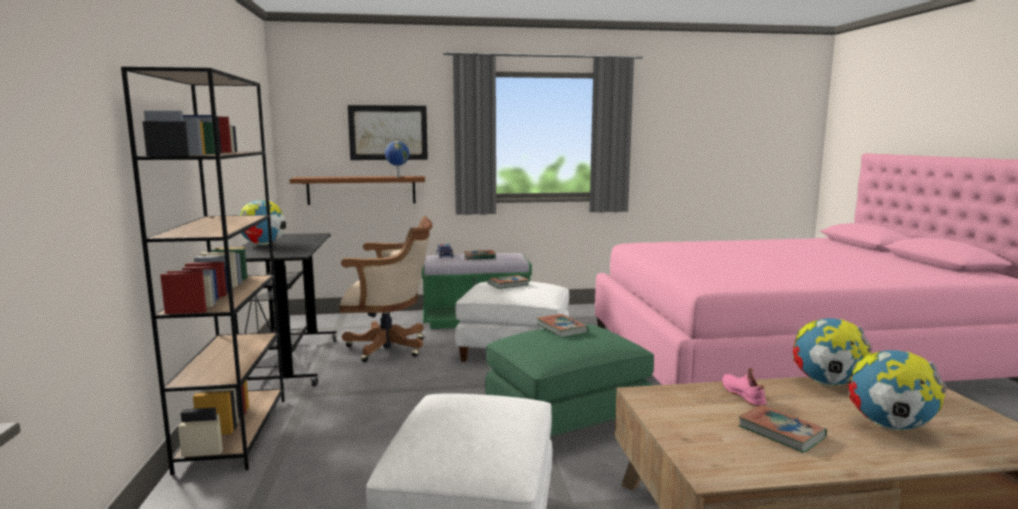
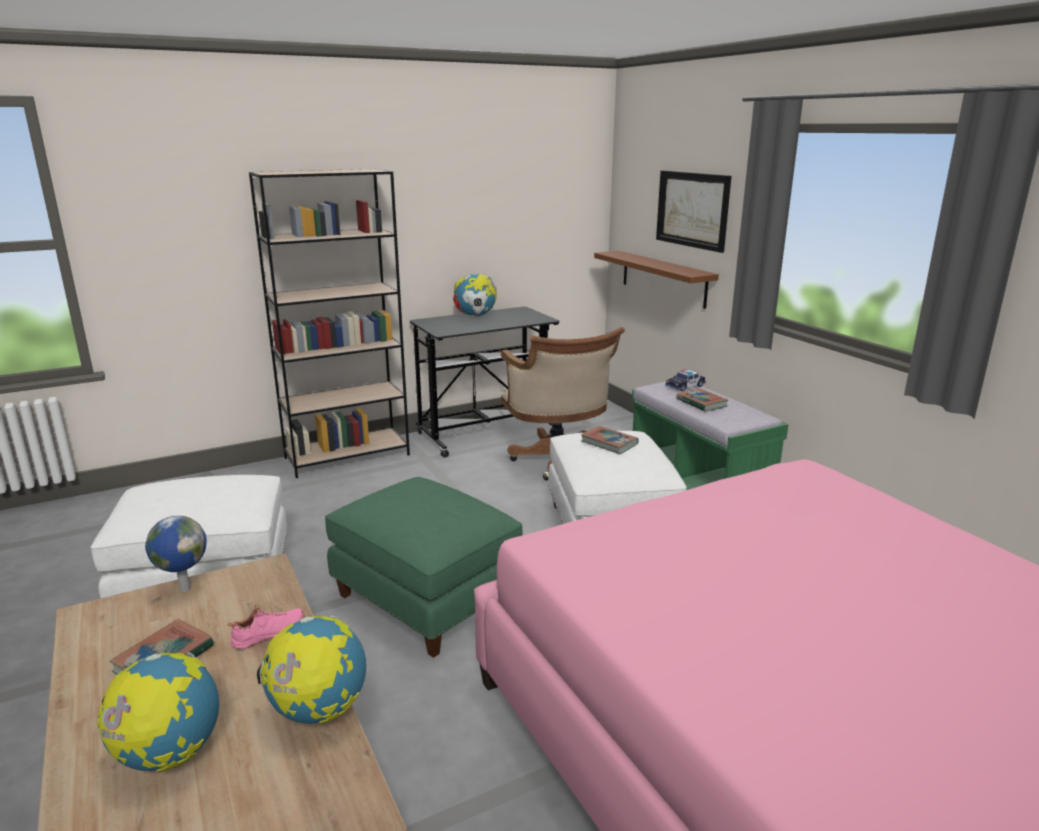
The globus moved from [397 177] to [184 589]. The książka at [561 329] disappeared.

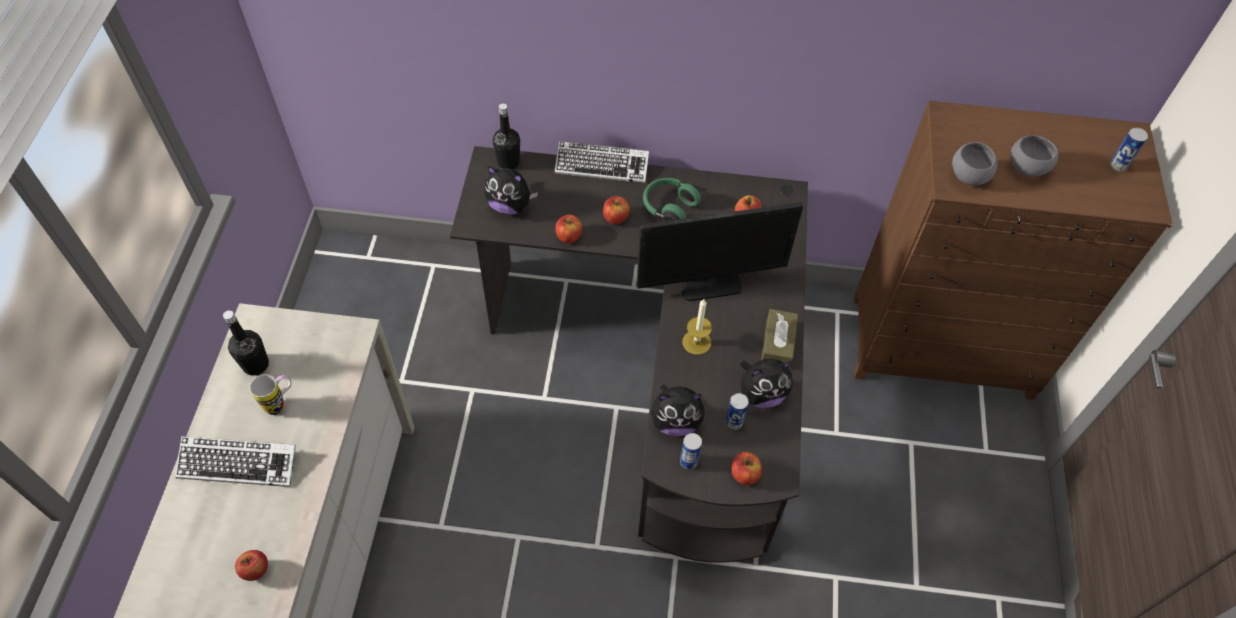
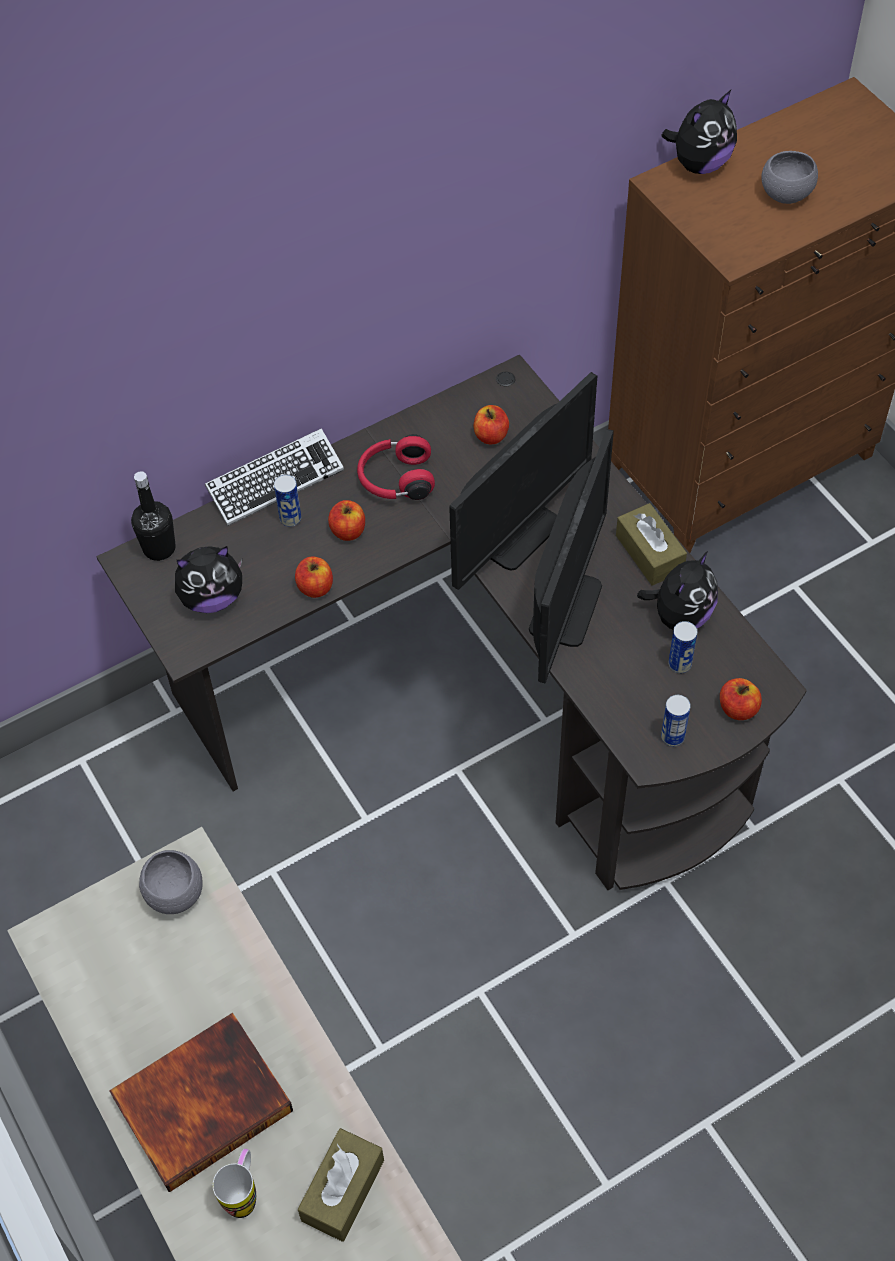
The klawiatura at [238 464] was replaced by the książka at [202 1100]. The miska/szary moved from [968 176] to [175 893]. The kubek moved from [280 403] to [244 1193]. The puszka moved from [1118 166] to [290 518]. The jabłko at [256 570] was replaced by the pudełko chusteczek/brązowy at [343 1190]. The słuchawki/zielony at [668 206] became the słuchawki/czerwony at [395 479]. The świeca at [696 342] was replaced by the monitor at [565 607]. The pluszak moved from [675 421] to [699 164]. The butelka/czarny at [256 365] disappeared.

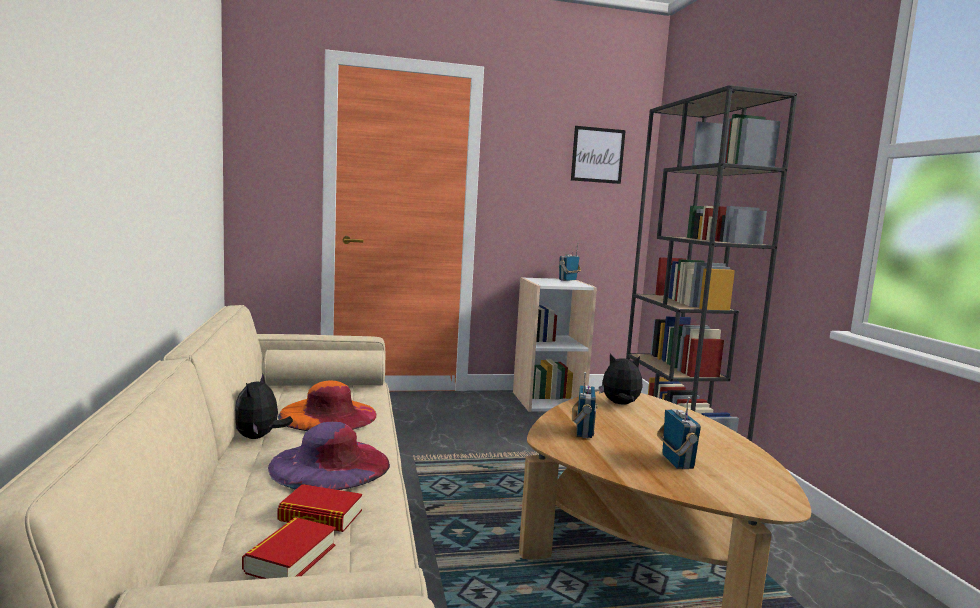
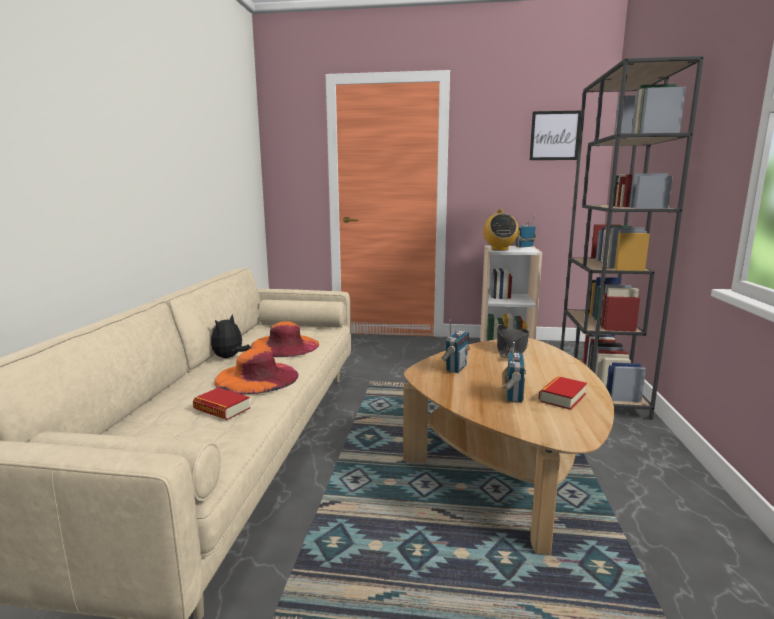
The kapelusz/fioletowy at [330 464] became the kapelusz/pomarańczowy at [256 377]. The radio at [499 249] appeared. The pluszak at [620 404] was replaced by the kapelusz/czarny at [511 349]. The książka moved from [290 558] to [562 397].

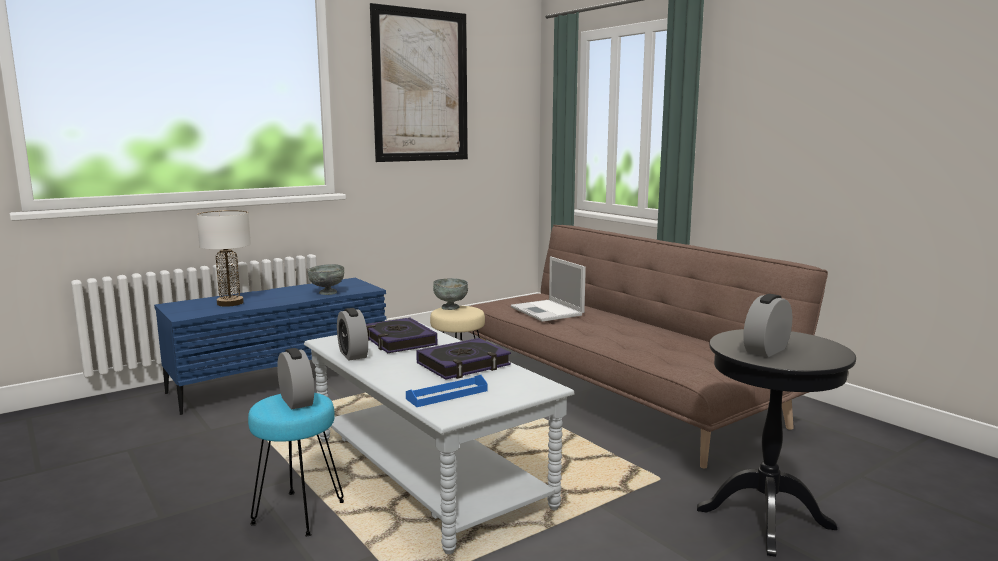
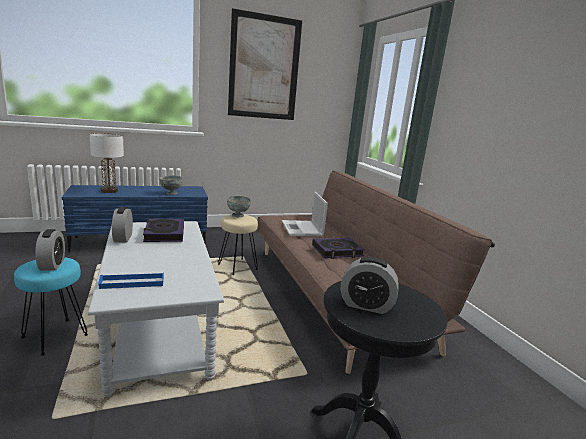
The książka moved from [463 365] to [337 251]. The budzik at [766 350] turned 135 degrees counterclockwise.

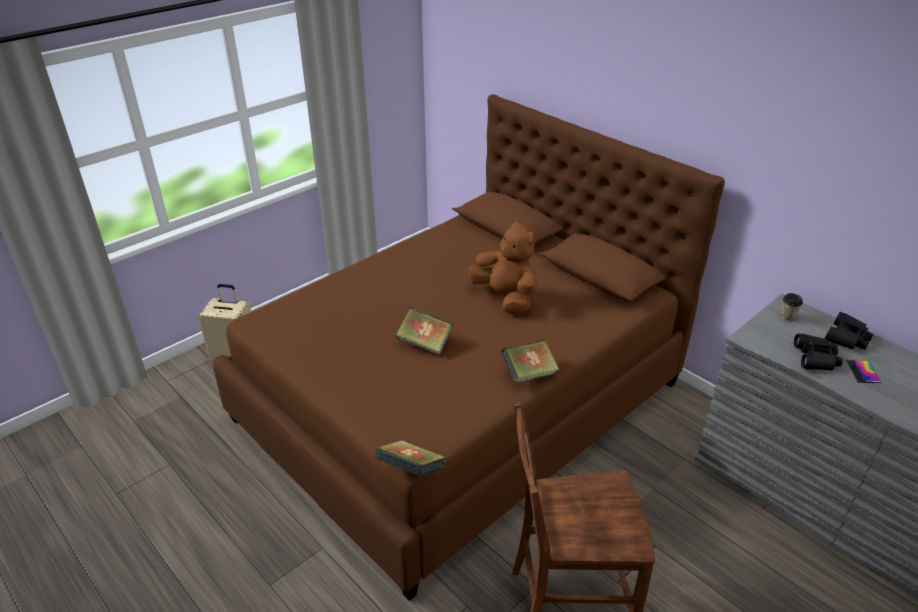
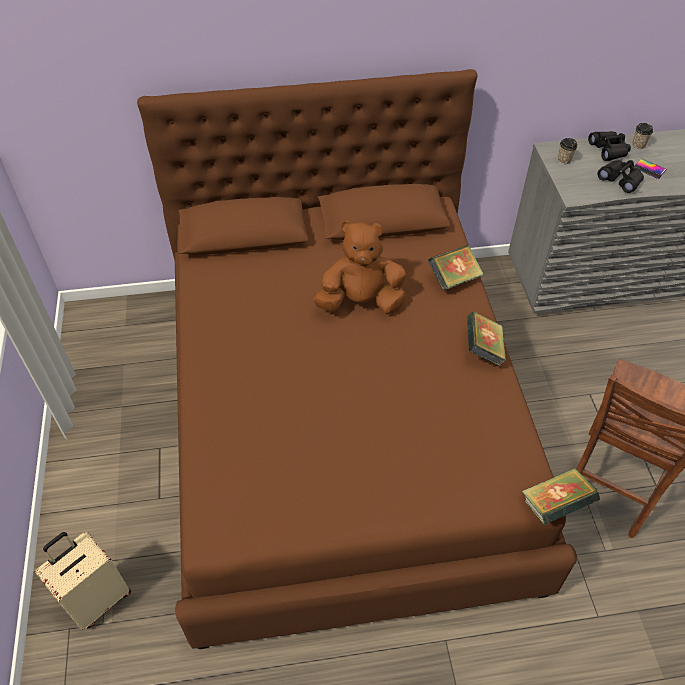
The książka moved from [424 343] to [454 279]. The filiżanka at [638 145] appeared.

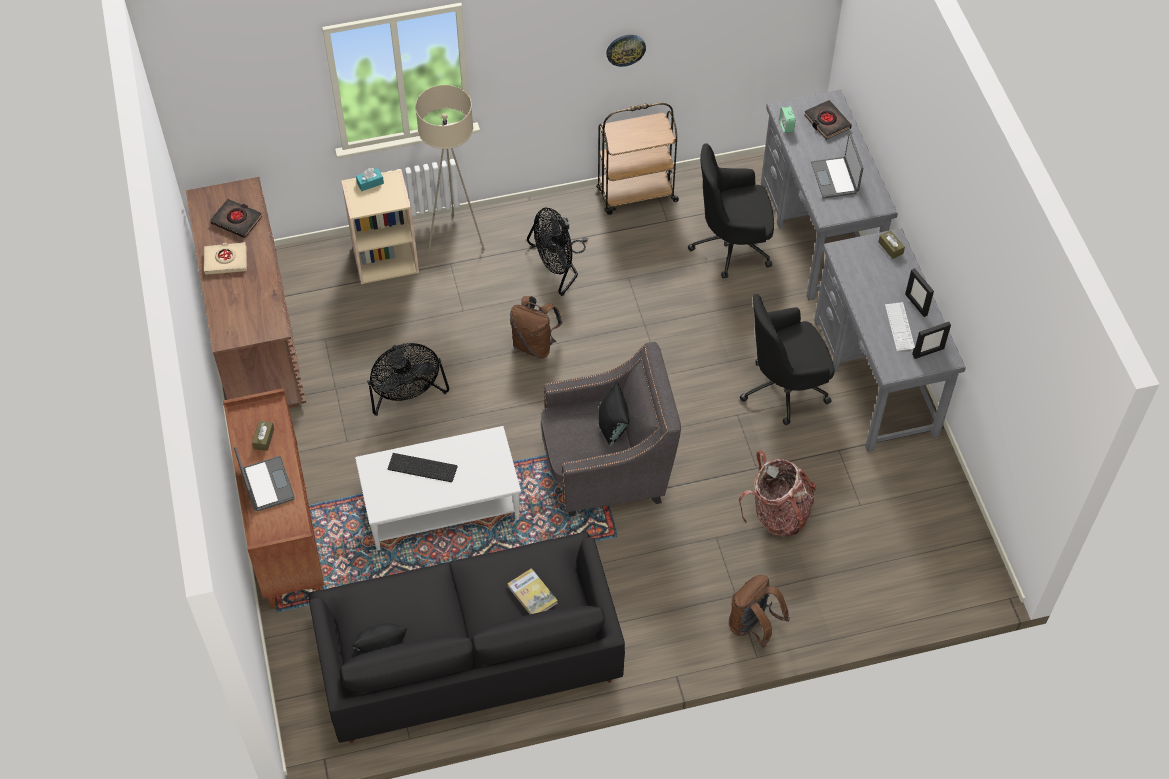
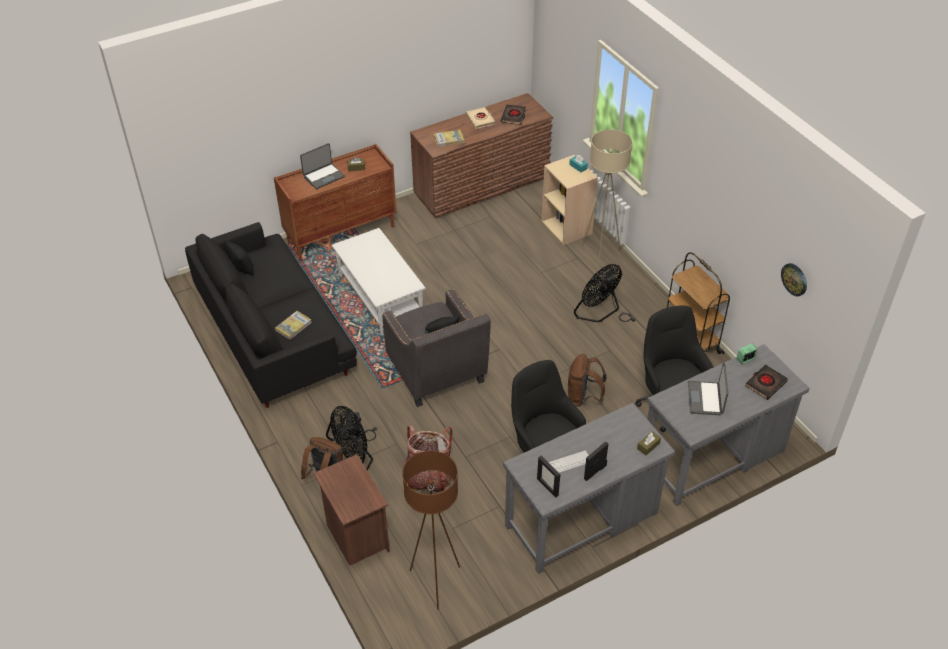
The szafka nocna/brązowy at [356 536] appeared. The wentylator/czarny moved from [403 393] to [355 452]. The lampa stojąca/brązowy at [435 583] appeared. The książka at [449 139] appeared. The plecak/brązowy moved from [535 345] to [583 397]. The laptop at [835 178] turned 60 degrees counterclockwise. The zegar ścienny moved from [625 49] to [794 279]. The klawiatura at [421 468] disappeared.

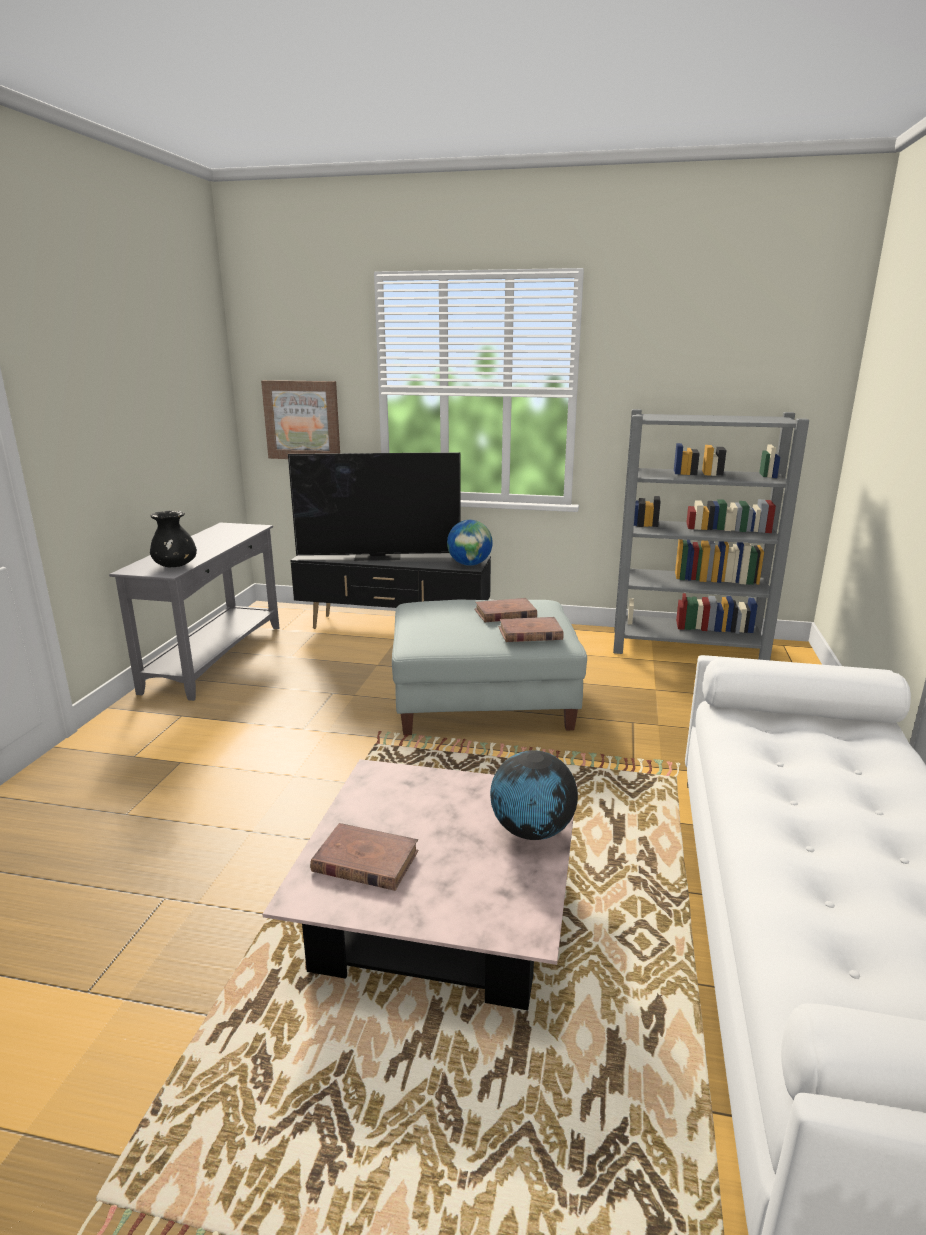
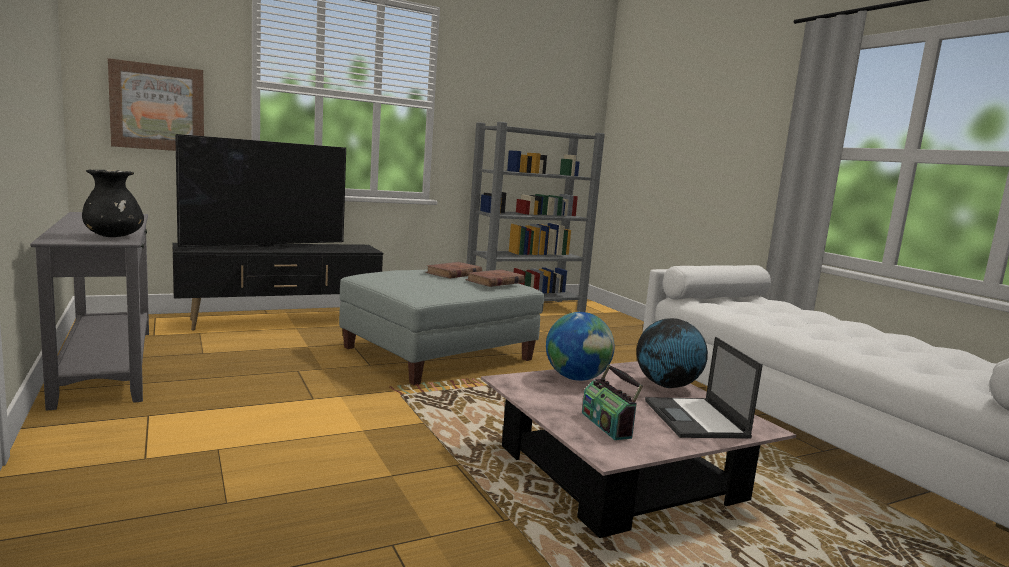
The globus moved from [469 564] to [576 378]. The książka/brązowy at [365 861] was replaced by the radio at [607 425]. The laptop at [696 419] appeared.

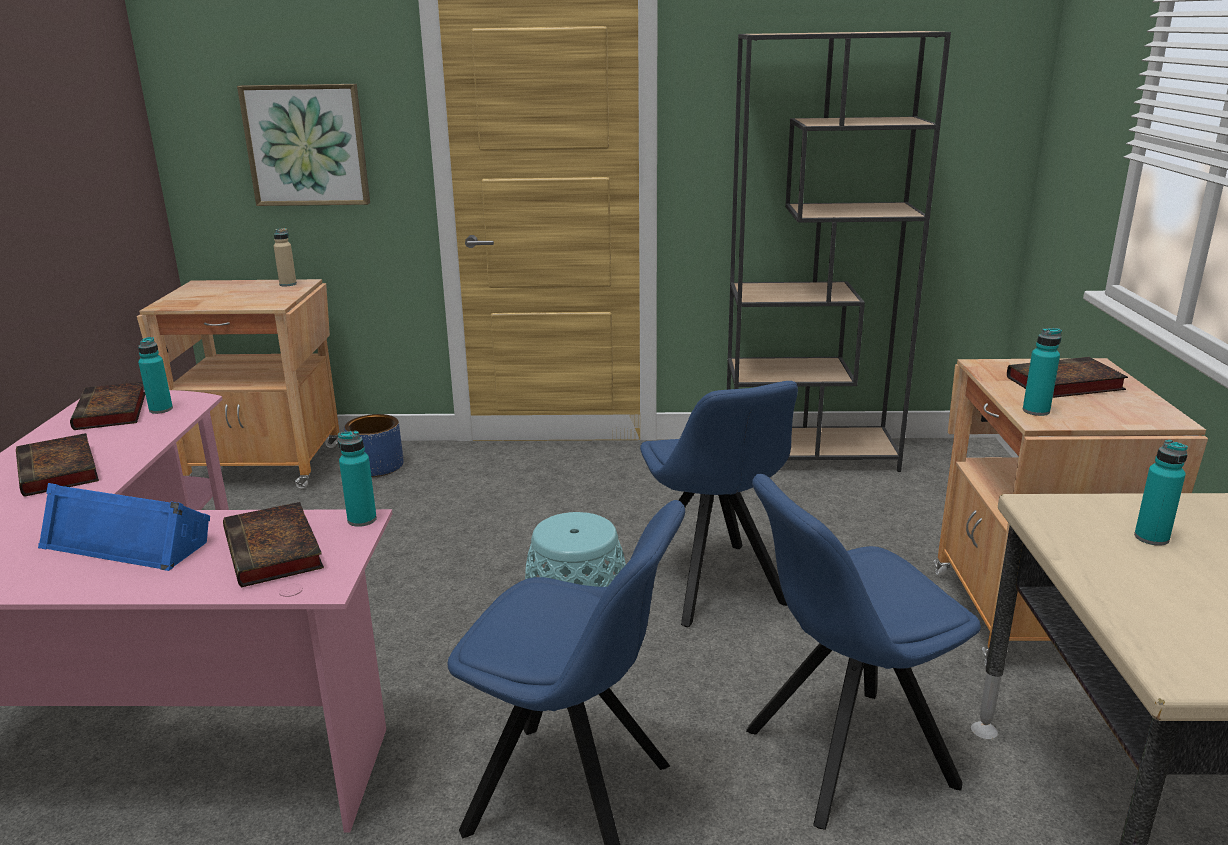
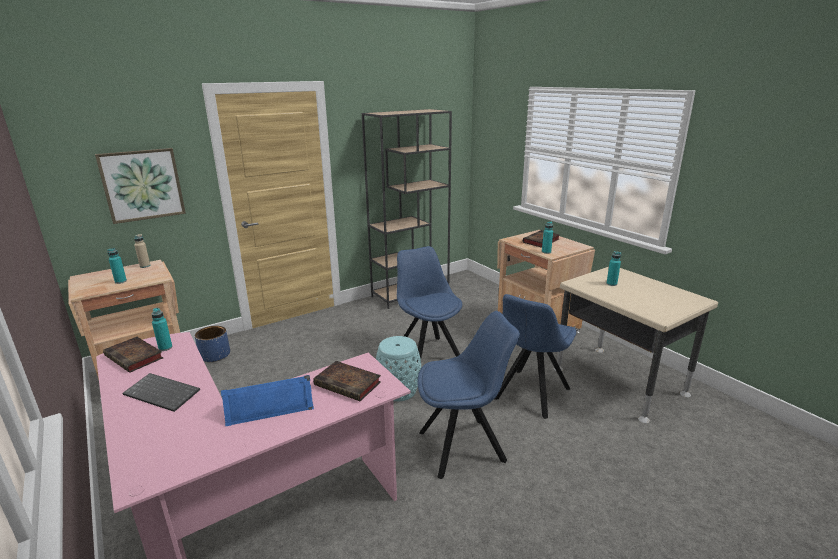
The butelka/turkusowy moved from [362 520] to [120 281]. The książka at [59 471] was replaced by the klawiatura at [163 393]. The krzesło/niebieski at [712 585] turned 150 degrees counterclockwise.

